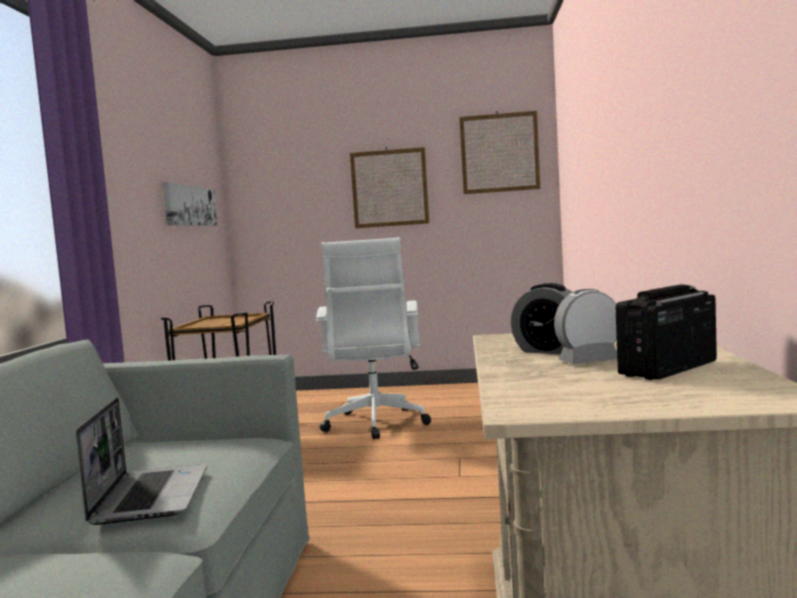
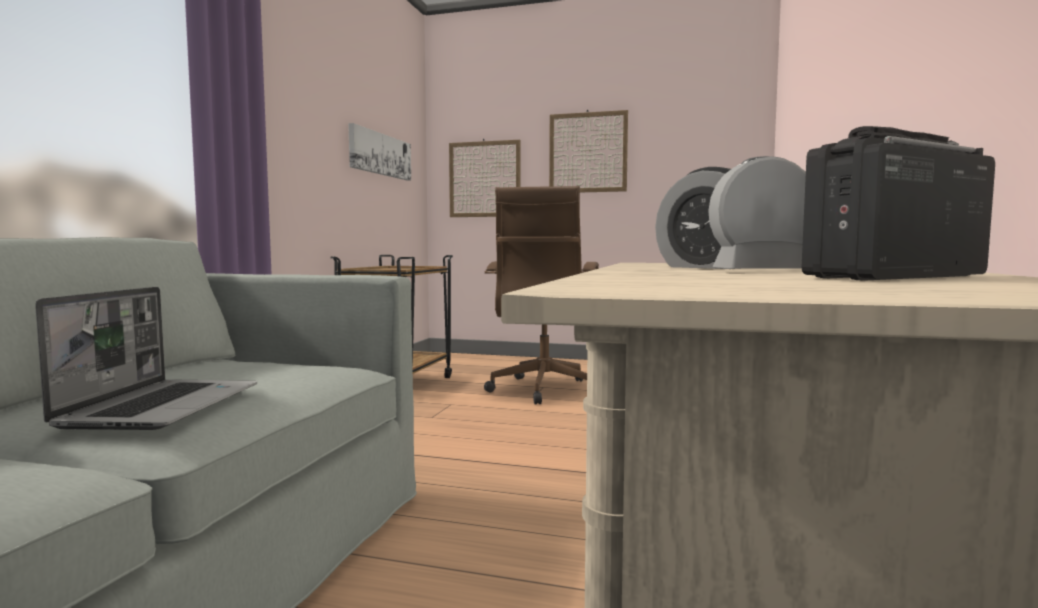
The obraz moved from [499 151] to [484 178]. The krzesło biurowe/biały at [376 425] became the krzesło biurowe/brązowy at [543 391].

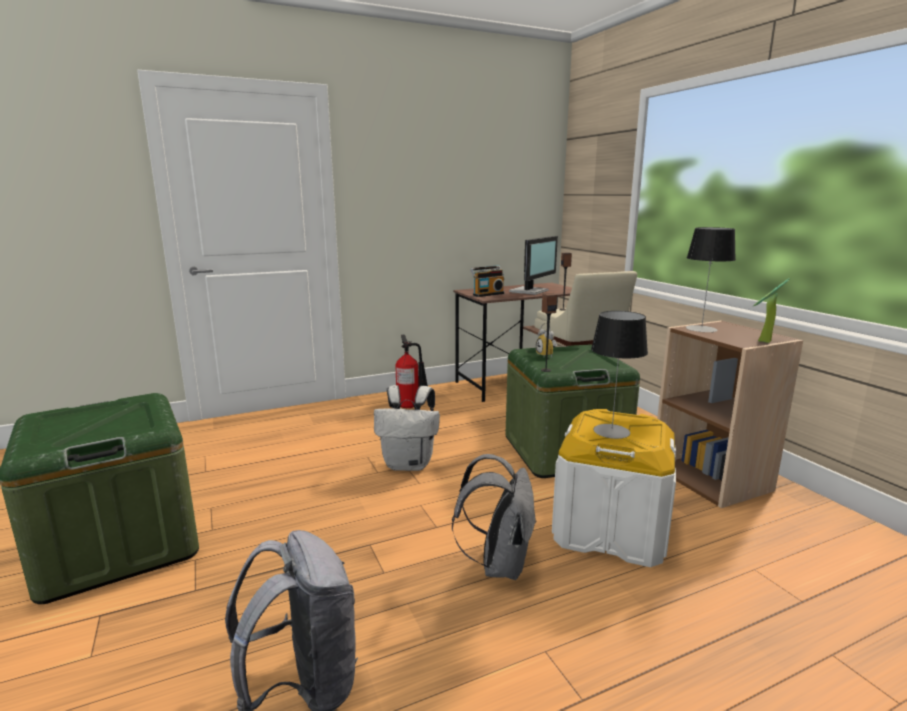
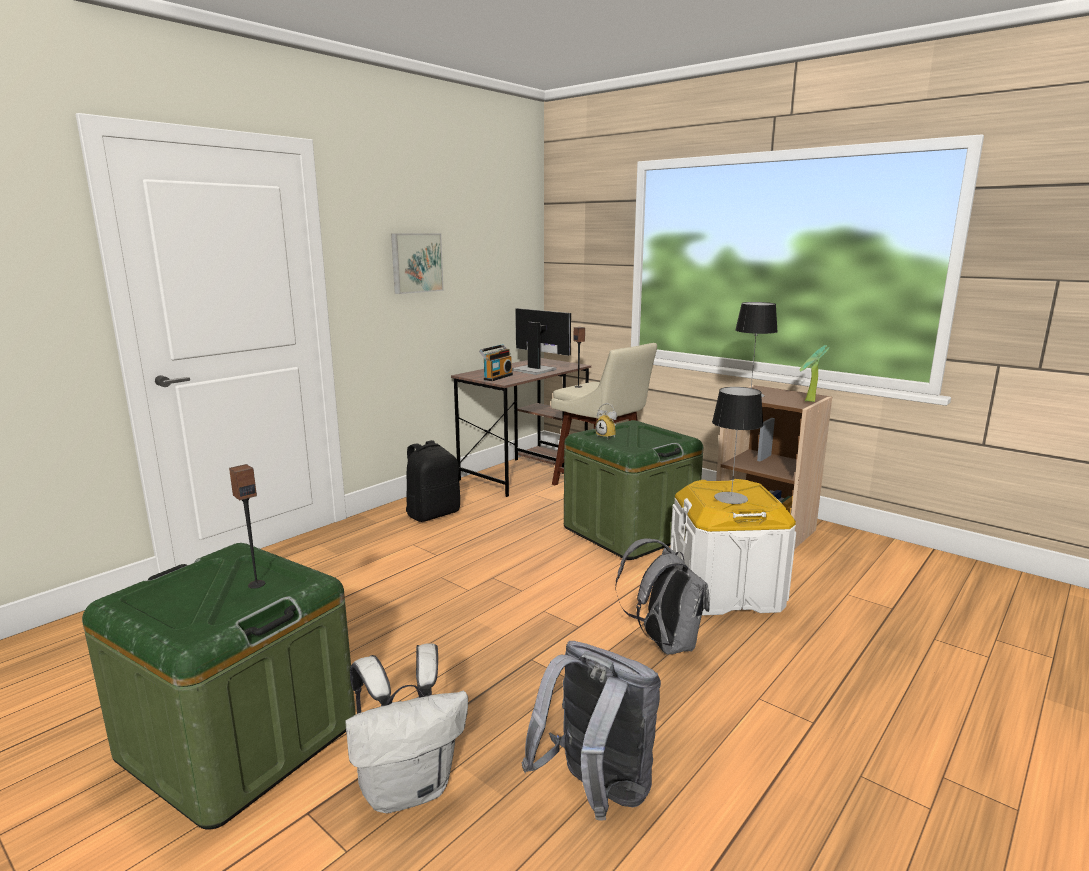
The głośnik moved from [545 370] to [256 584]. The plecak/biały moved from [409 464] to [408 788]. The obraz at [416 263] appeared. The gaśnica at [411 405] was replaced by the plecak/czarny at [433 514]. The monitor at [530 291] turned 60 degrees counterclockwise.

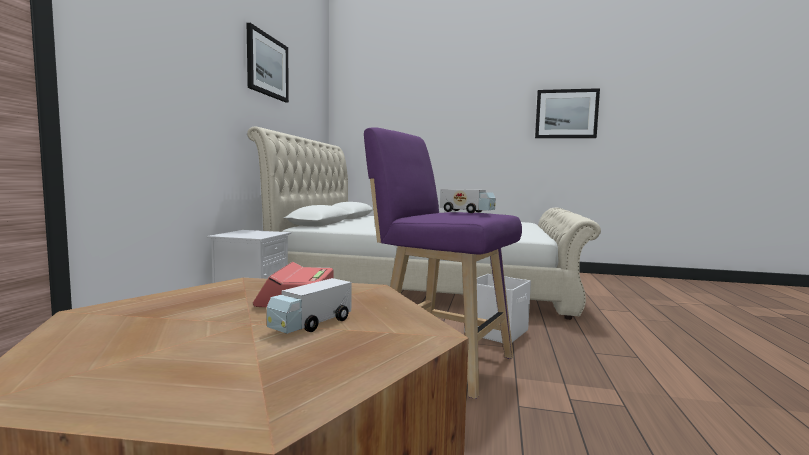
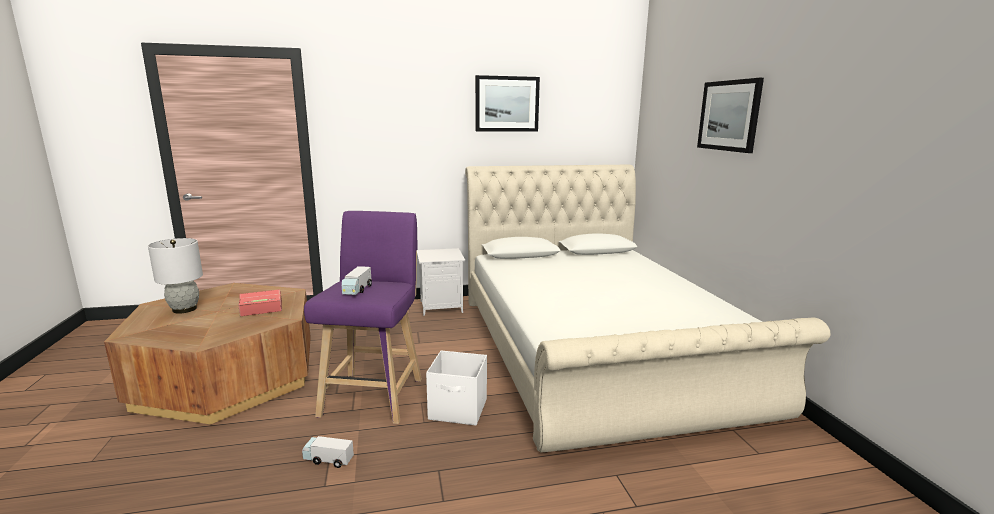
The lampa stołowa/biały at [184 309] appeared. The ciężarówka zabawkowa moved from [311 324] to [328 459]. The obraz moved from [566 114] to [729 115].

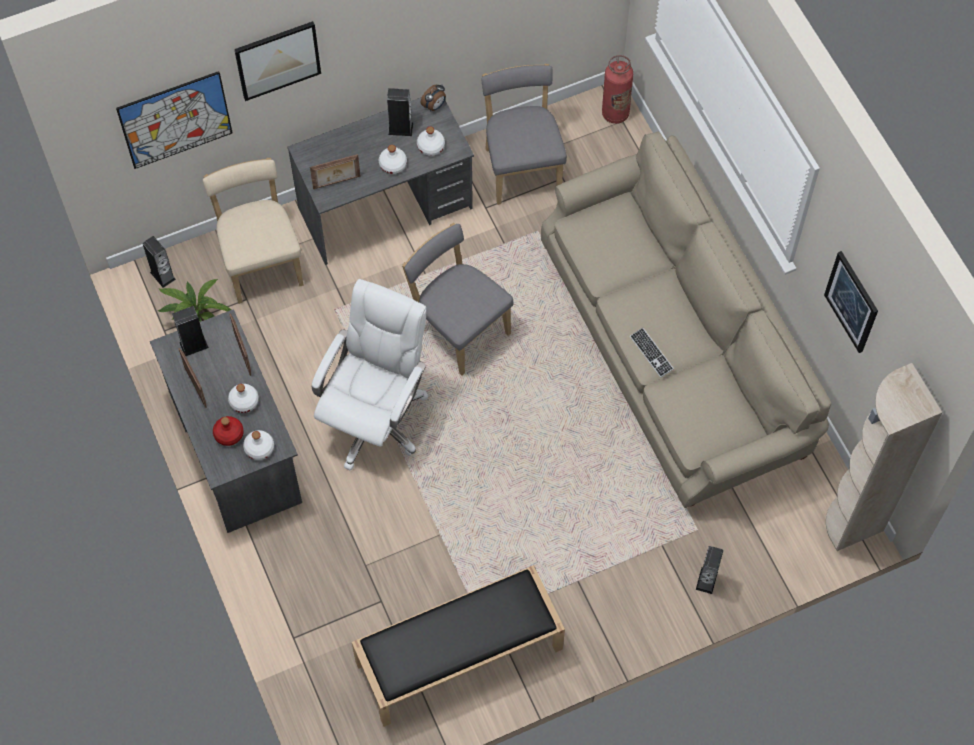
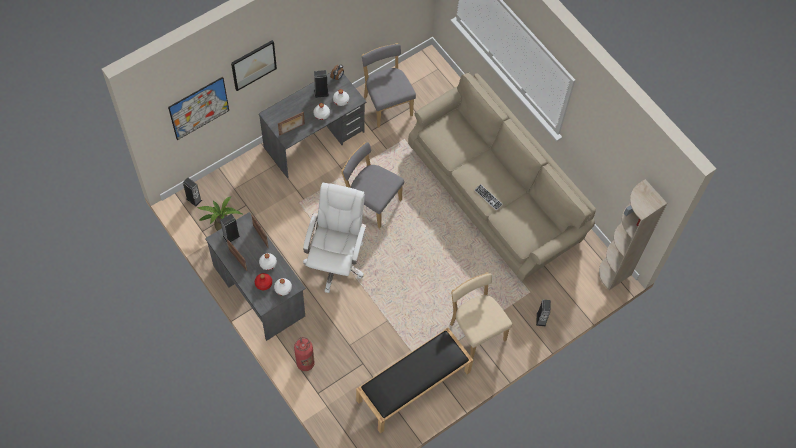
The gaśnica moved from [615 113] to [305 363]. The krzesło/beżowy moved from [261 262] to [476 330]. The obraz at [852 301] disappeared.

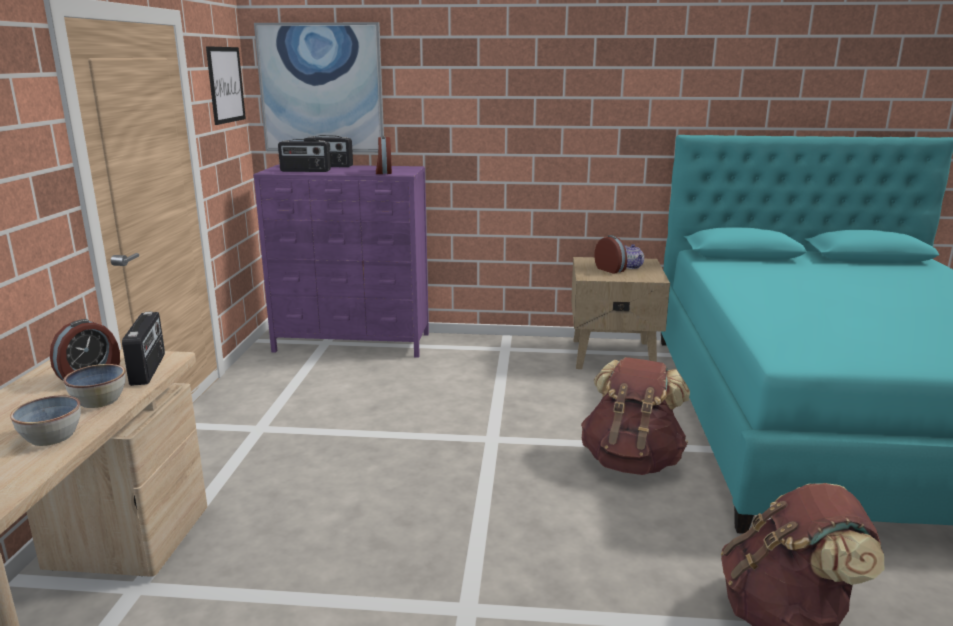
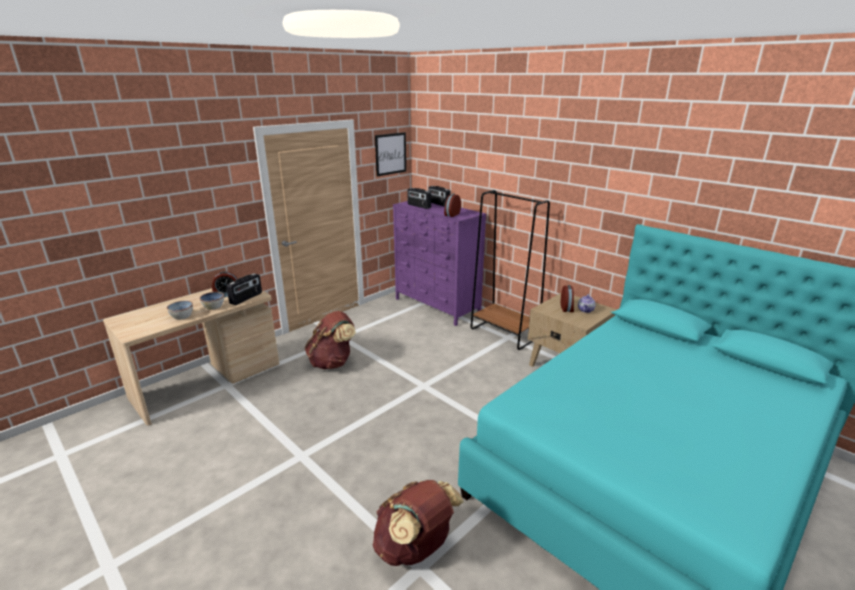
The plecak/brązowy moved from [631 461] to [332 362]. The wieszak at [504 334] appeared. The obraz at [321 88] disappeared.

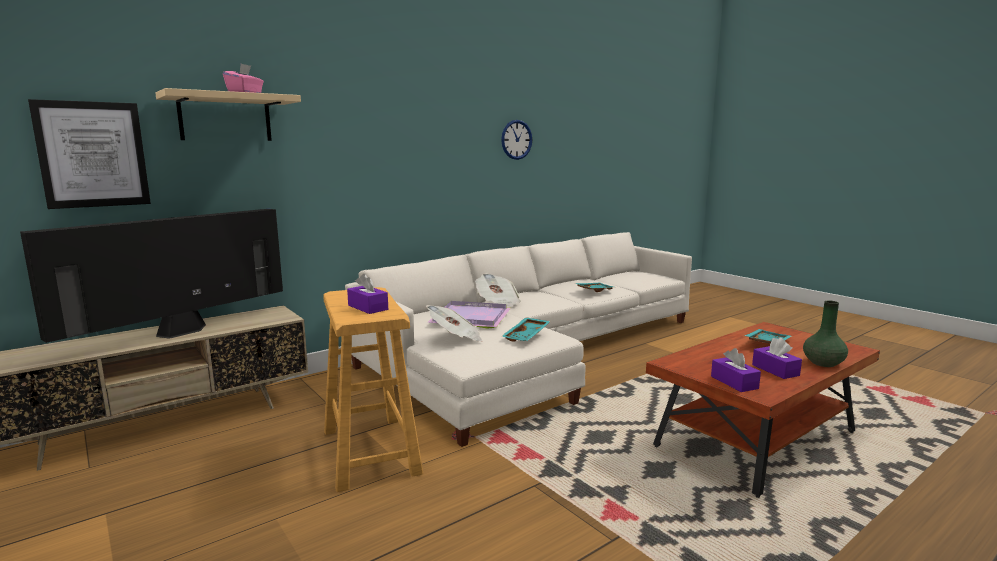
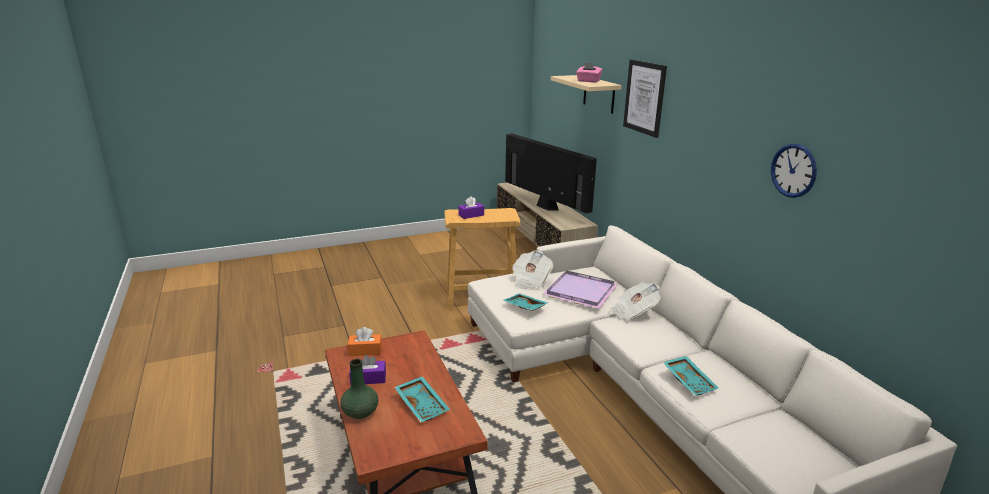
The pudełko chusteczek/fioletowy at [734 382] became the pudełko chusteczek/pomarańczowy at [365 351]. The obraz moved from [93 154] to [644 97].

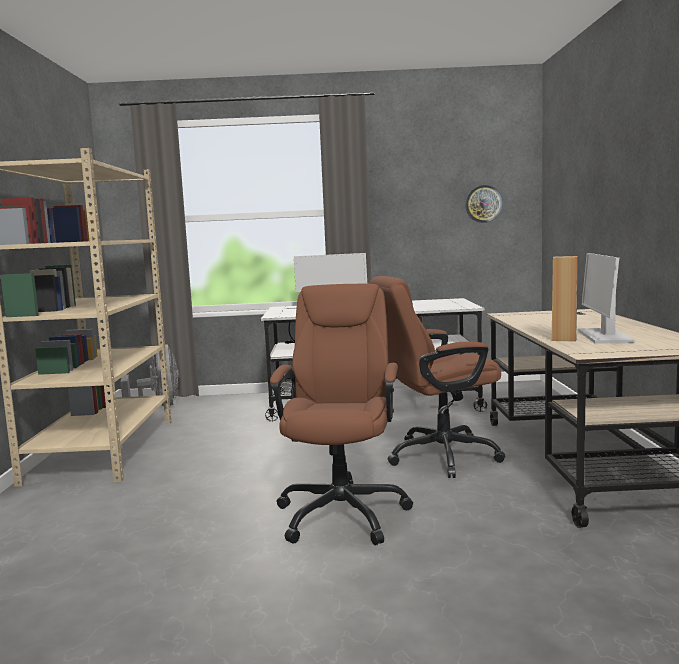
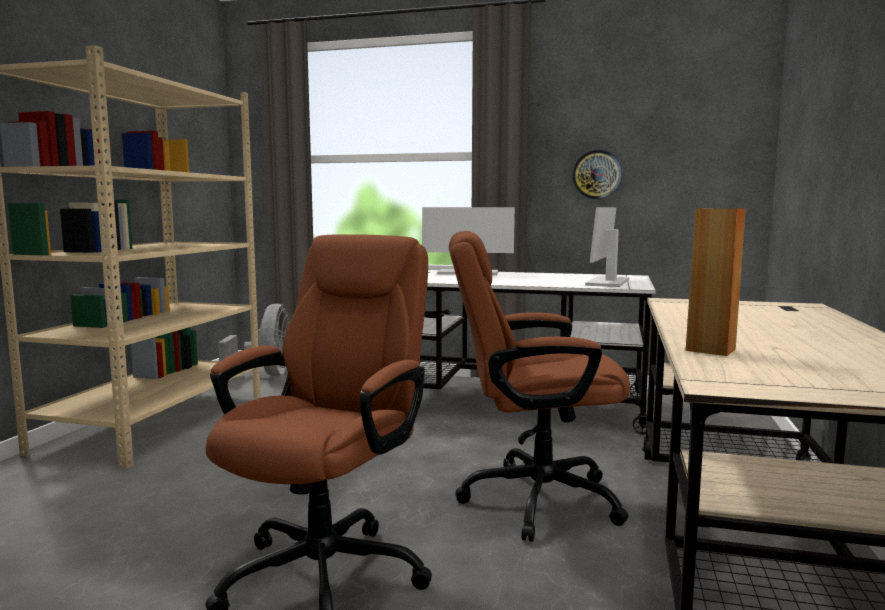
The zegar ścienny moved from [483 204] to [596 174]. The monitor moved from [603 336] to [607 282].

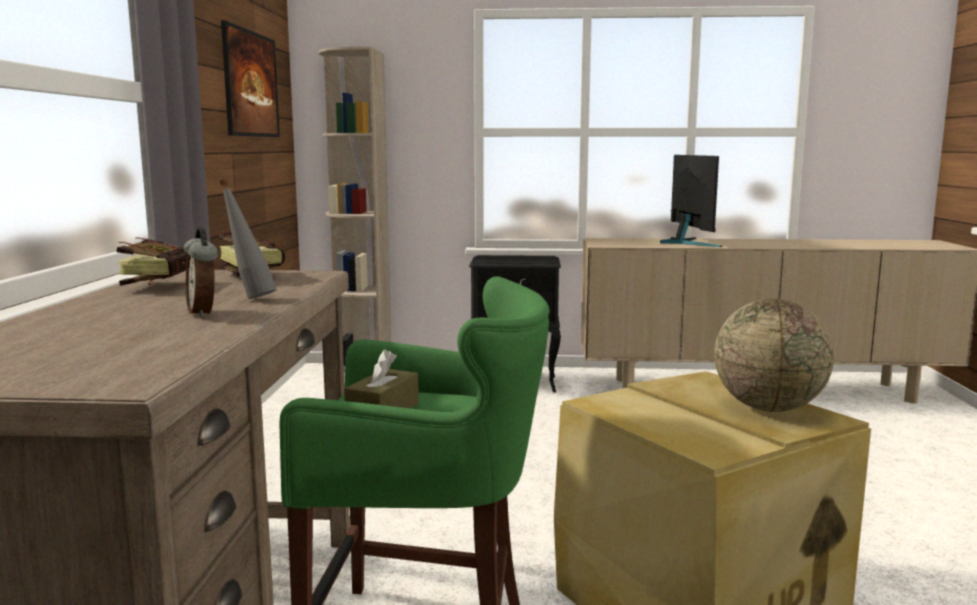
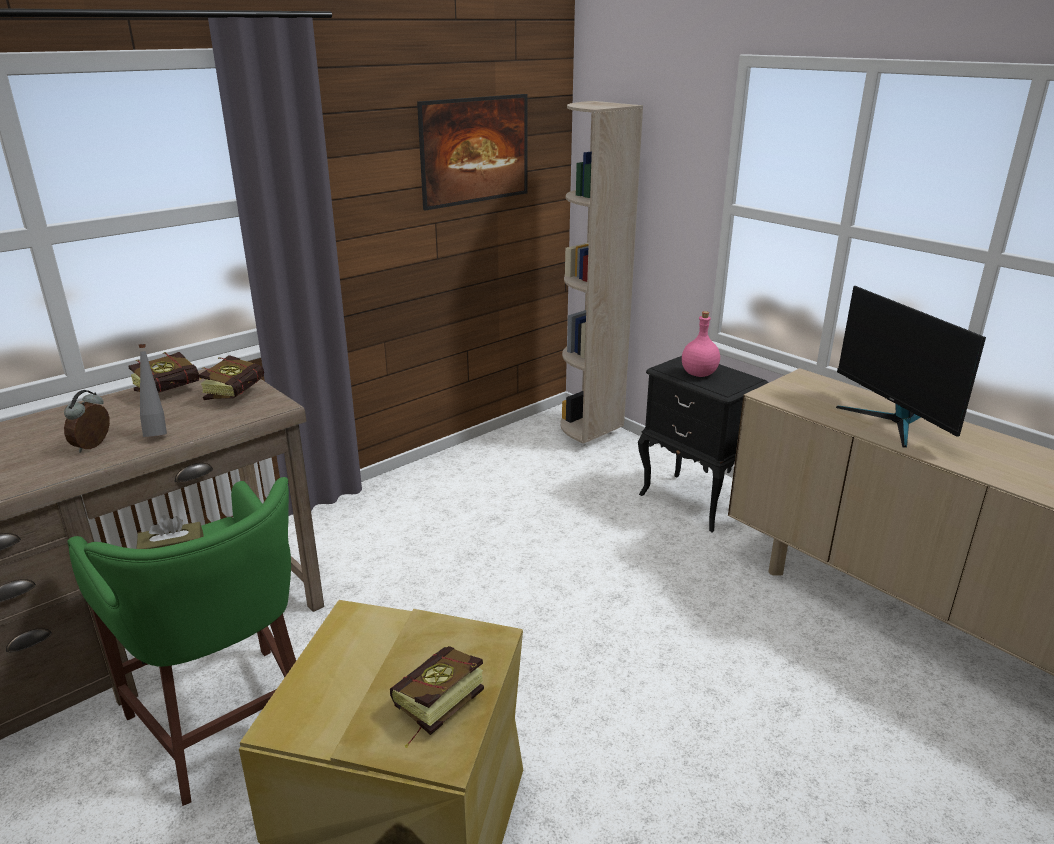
The globus at [768 408] was replaced by the książka at [432 710]. The butelka/różowy at [699 374] appeared. The monitor at [687 242] turned 120 degrees clockwise.

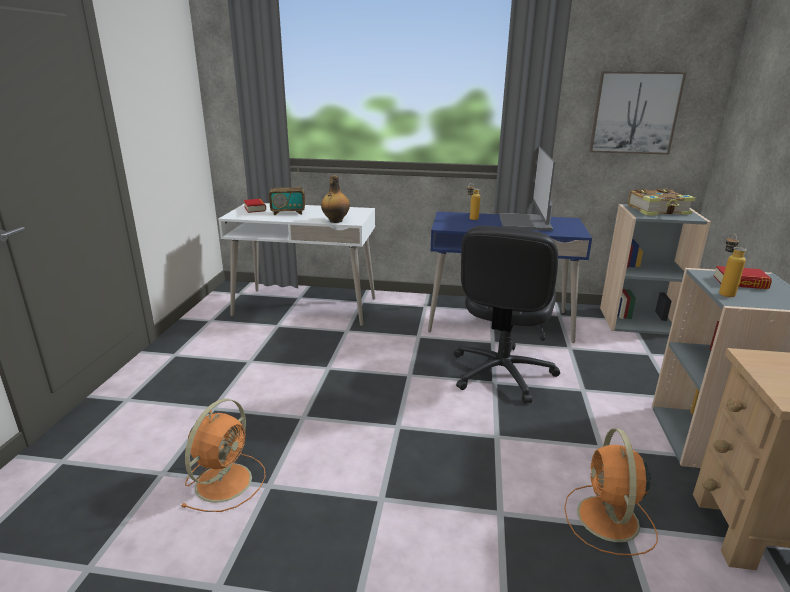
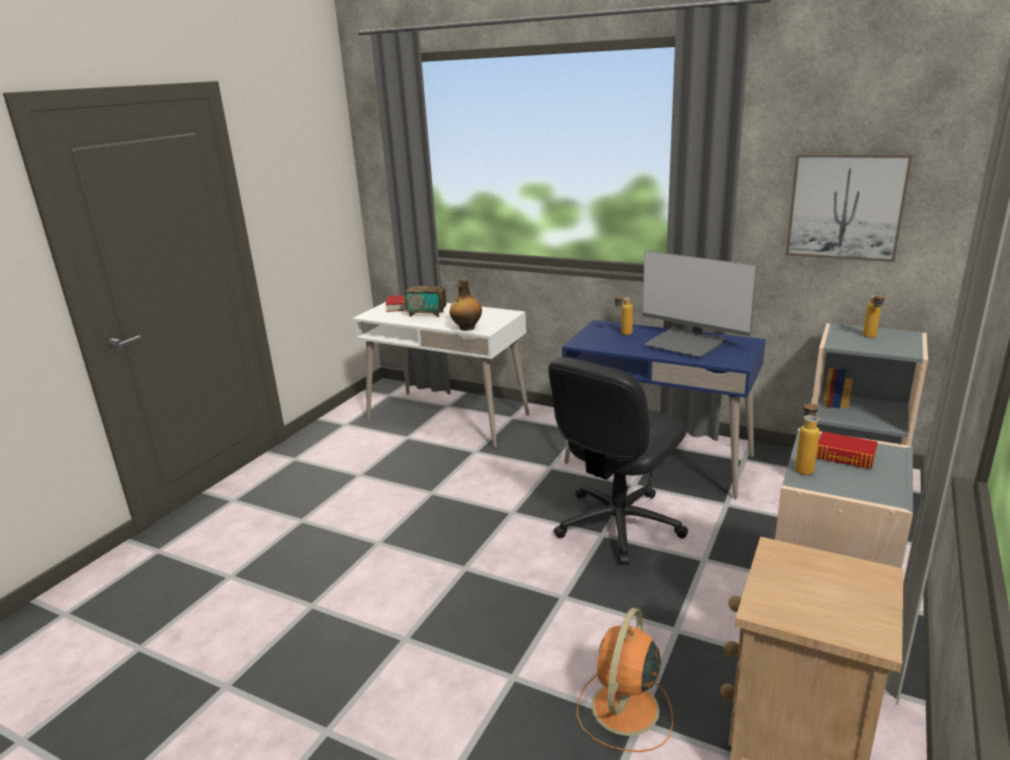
The monitor at [526 223] turned 75 degrees counterclockwise. The książka at [659 211] was replaced by the butelka at [870 337]. The wentylator/pomarańczowy at [225 480] disappeared.

